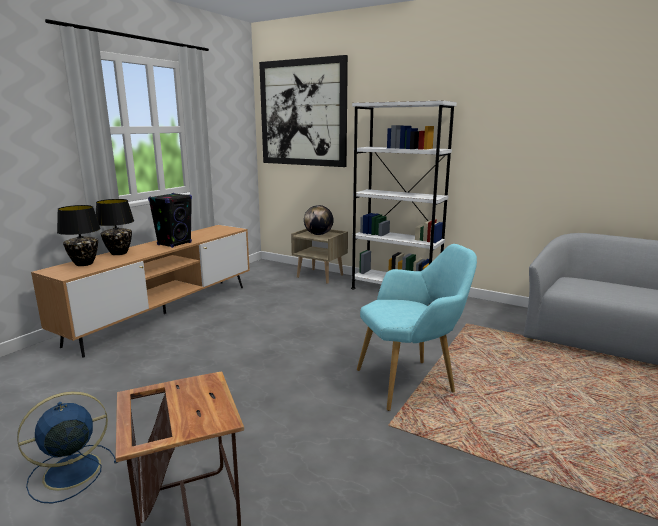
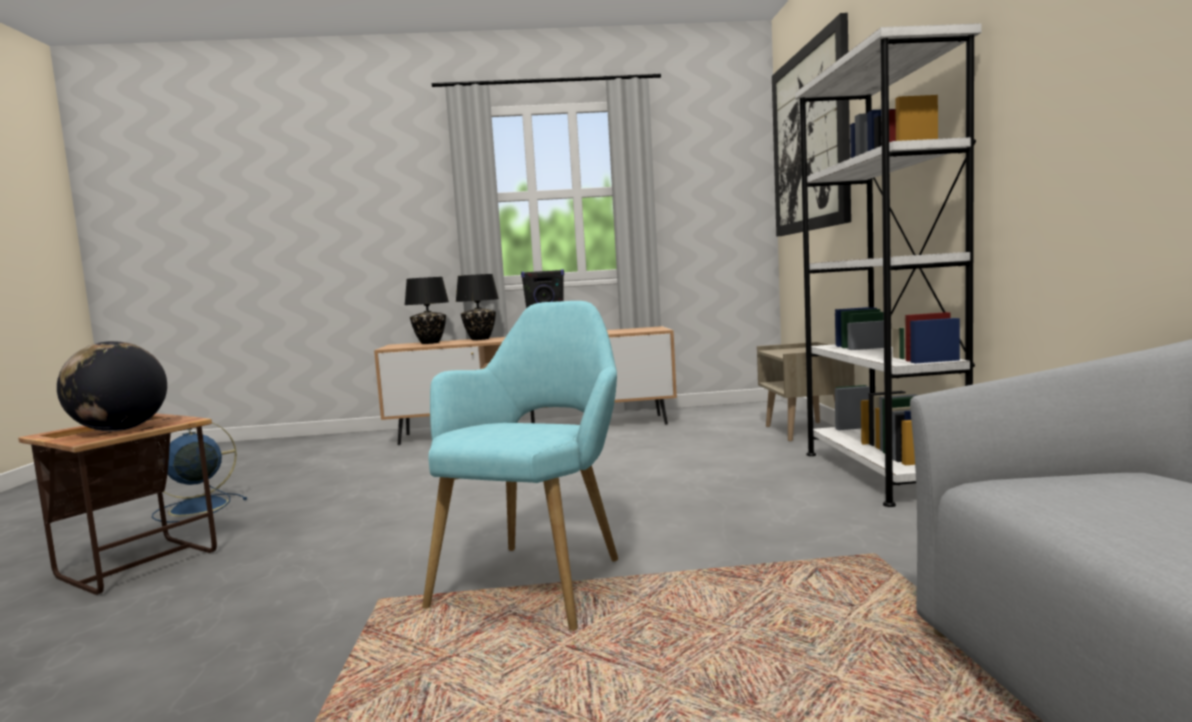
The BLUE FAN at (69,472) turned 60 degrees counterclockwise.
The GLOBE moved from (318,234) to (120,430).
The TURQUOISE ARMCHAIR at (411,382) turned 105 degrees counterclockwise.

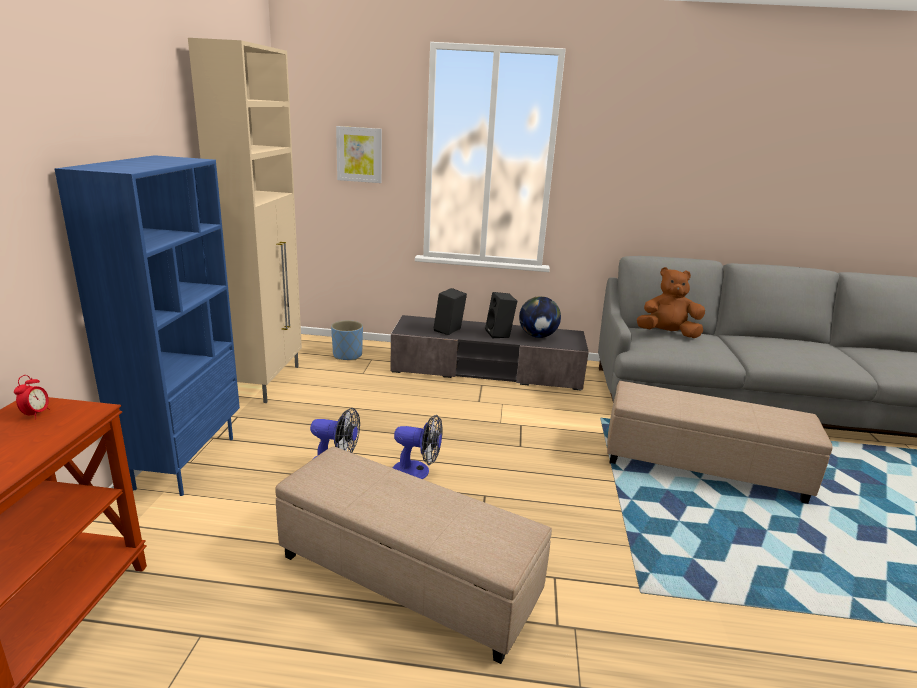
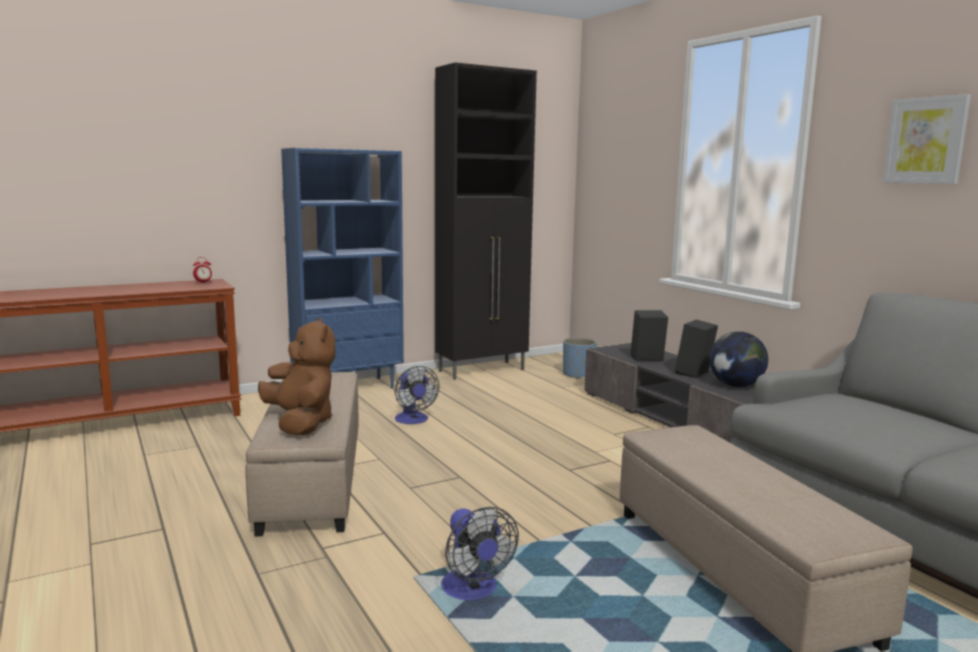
The BEIGE CABINET at (267,381) became the BLACK CABINET at (483,370).
The PICTURE moved from (359,154) to (926,141).
The FAN moved from (417,472) to (473,591).
The BROWN PLUSH TOY moved from (667,334) to (301,423).

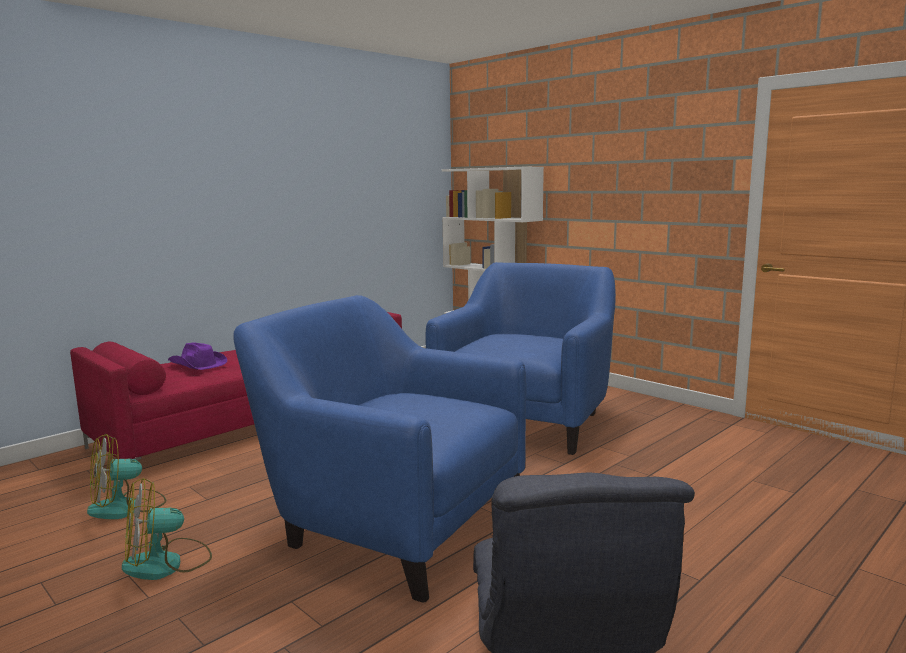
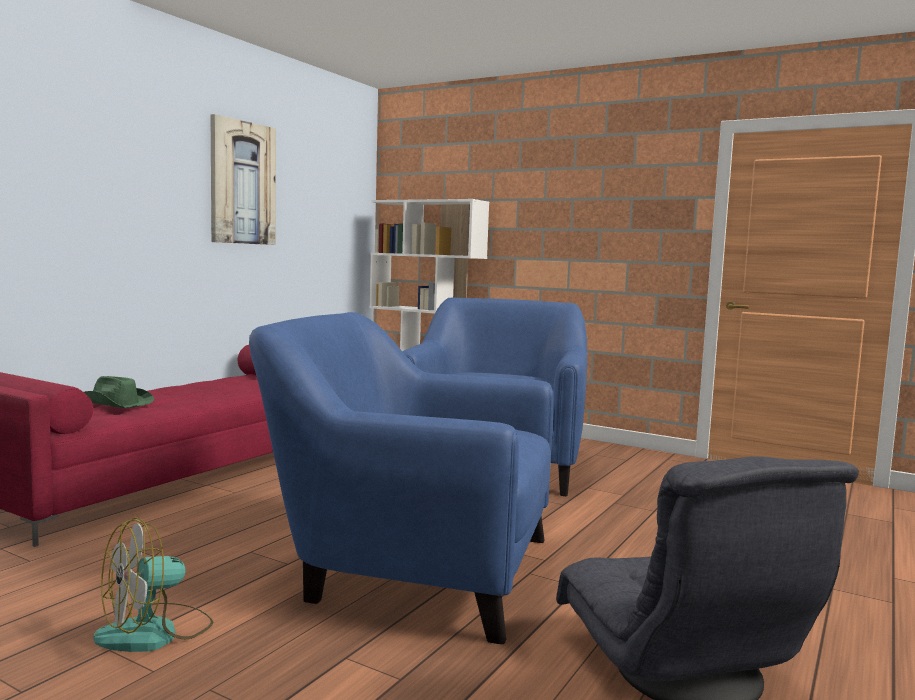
The FAN at (127,507) disappeared.
The PURPLE HAT at (197,364) became the GREEN HAT at (114,403).
The PICTURE at (242,183) appeared.

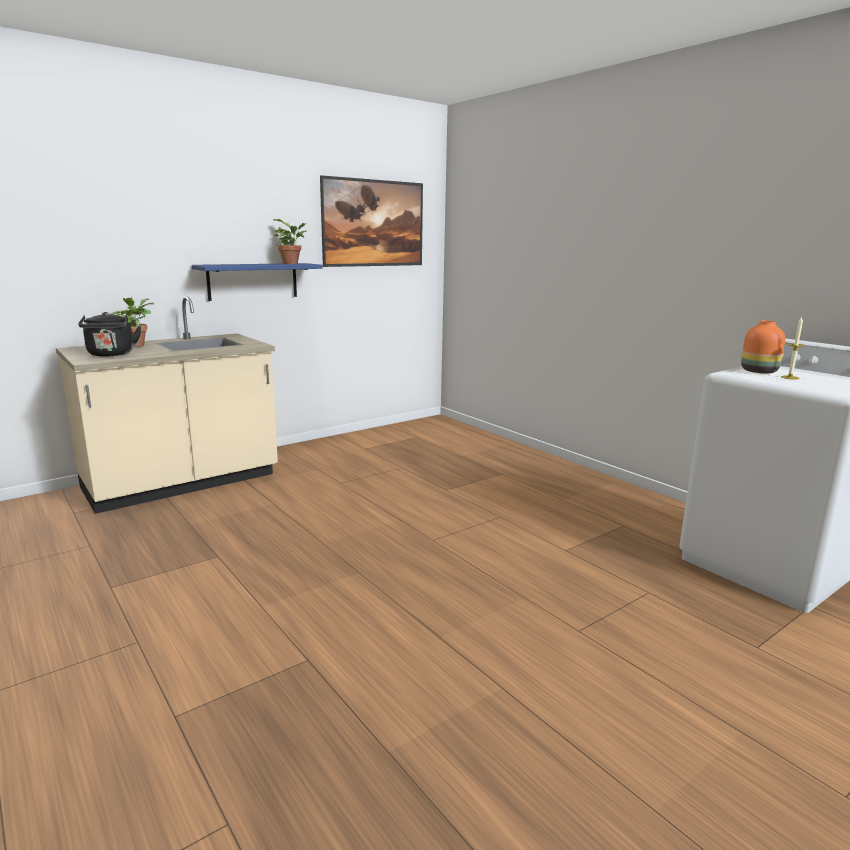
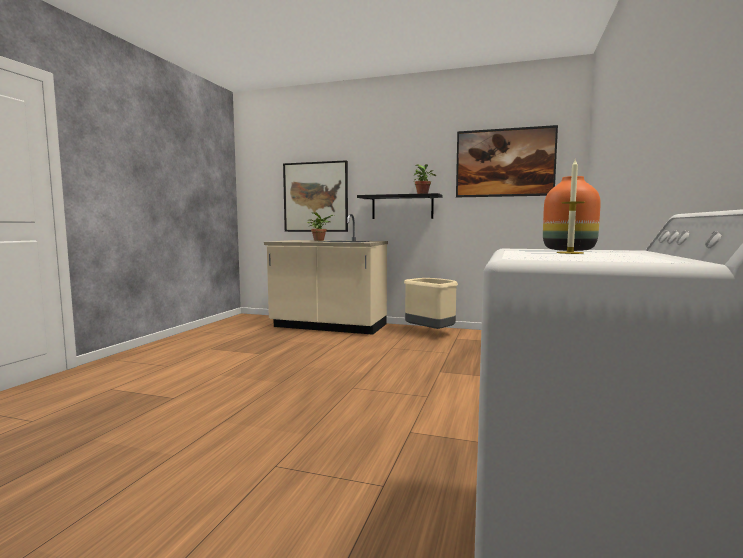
The BLACK KETTLE at (111,354) disappeared.
The BLUE SHELF at (253,281) became the BLACK SHELF at (402,207).
The PICTURE at (315,197) appeared.
The BEIGE TRASH CAN at (430,333) appeared.

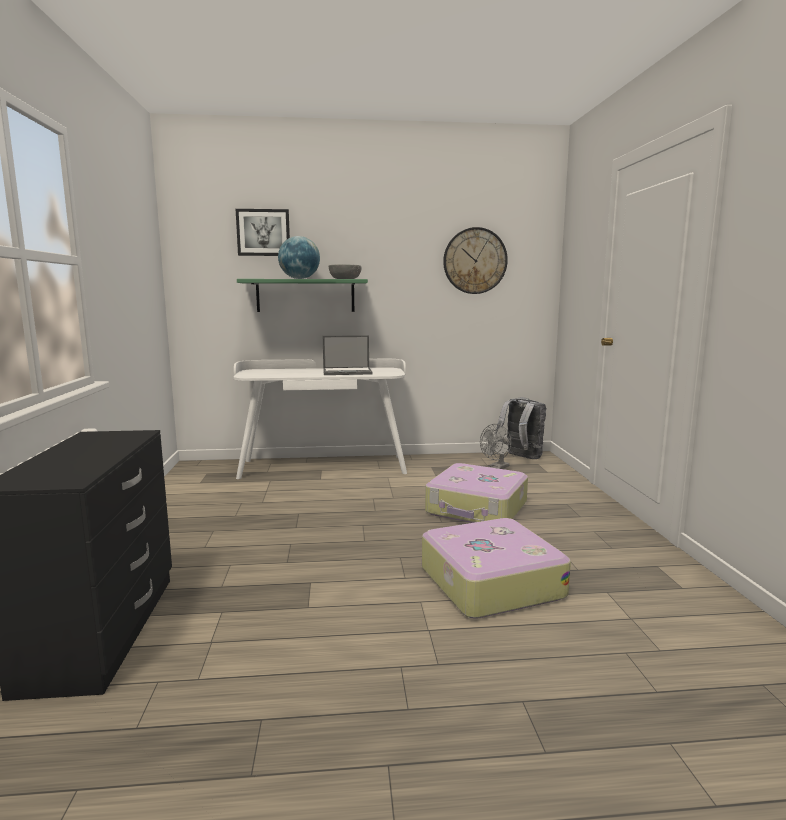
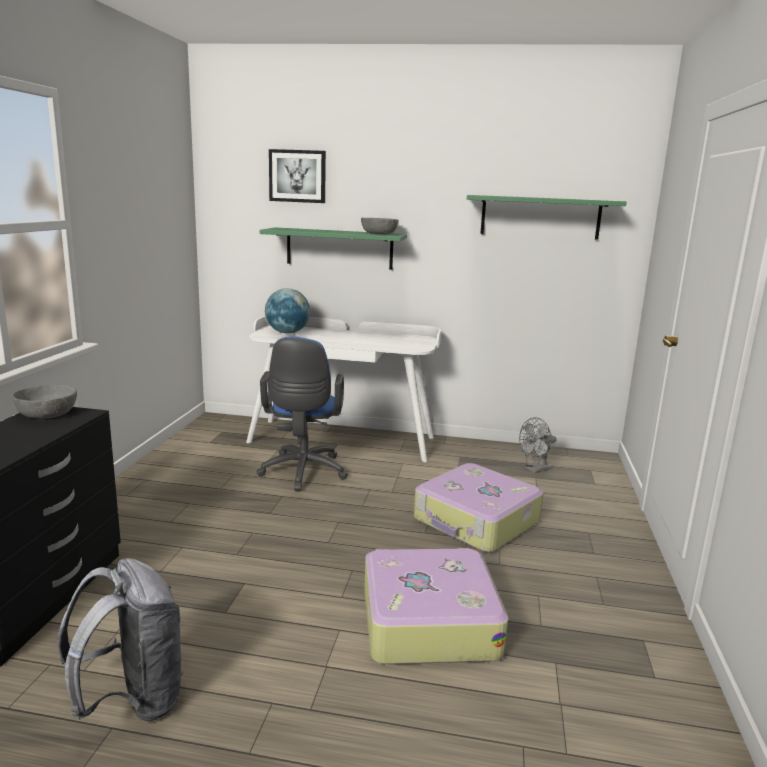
The GLOBE moved from (299,279) to (287,333).
The LAPTOP at (348,372) disappeared.
The WALL CLOCK at (475,261) was replaced by the GREEN SHELF at (540,217).
The GREY BACKPACK moved from (520,457) to (132,700).
The GREY BOWL at (47,414) appeared.
The BLUE OFFICE CHAIR at (302,473) appeared.

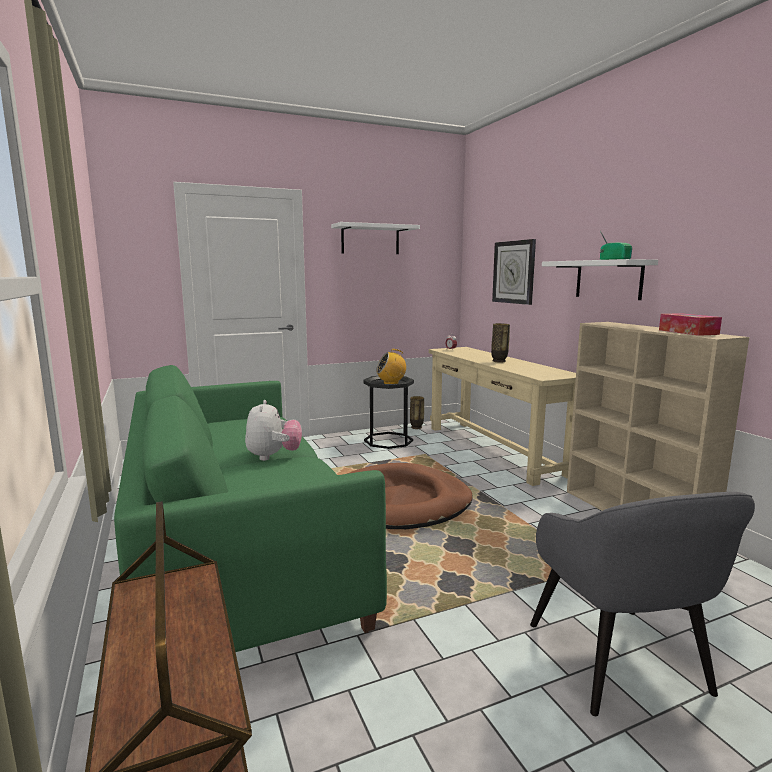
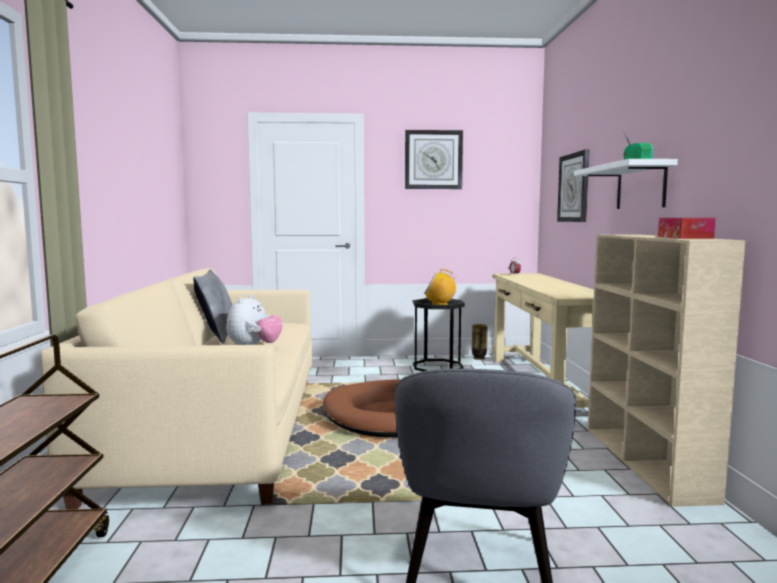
The GREEN SOFA at (237,547) became the BEIGE SOFA at (220,429).
The WHITE SHELF at (370,239) was replaced by the WALL CLOCK at (433,160).
The VASE at (499,361) disappeared.
The GREY PILLOW at (217,336) appeared.

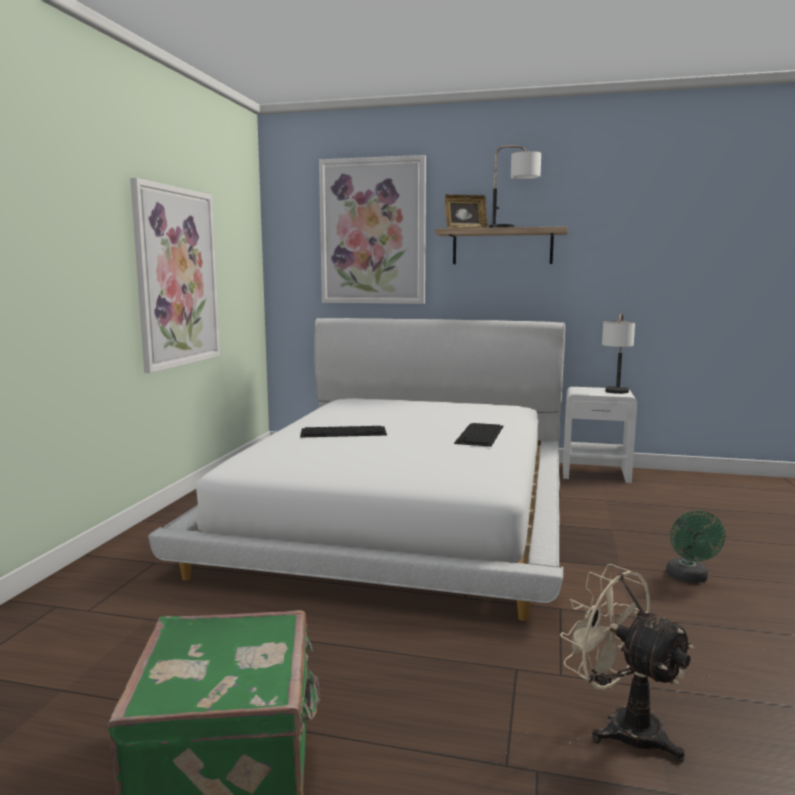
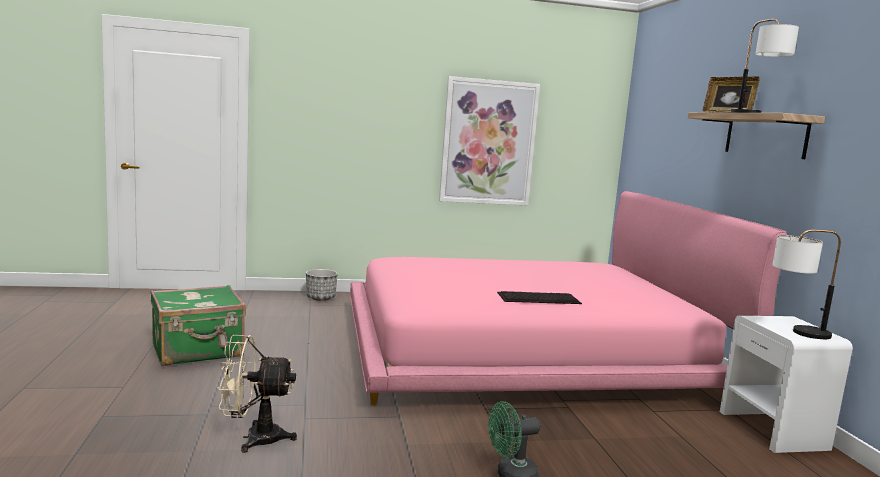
The WHITE BED at (402,509) became the PINK BED at (527,351).
The KEYBOARD at (344,432) disappeared.
The PICTURE at (372,232) disappeared.
The BEIGE FAN at (622,726) turned 120 degrees counterclockwise.
The PLANTER at (321,298) appeared.

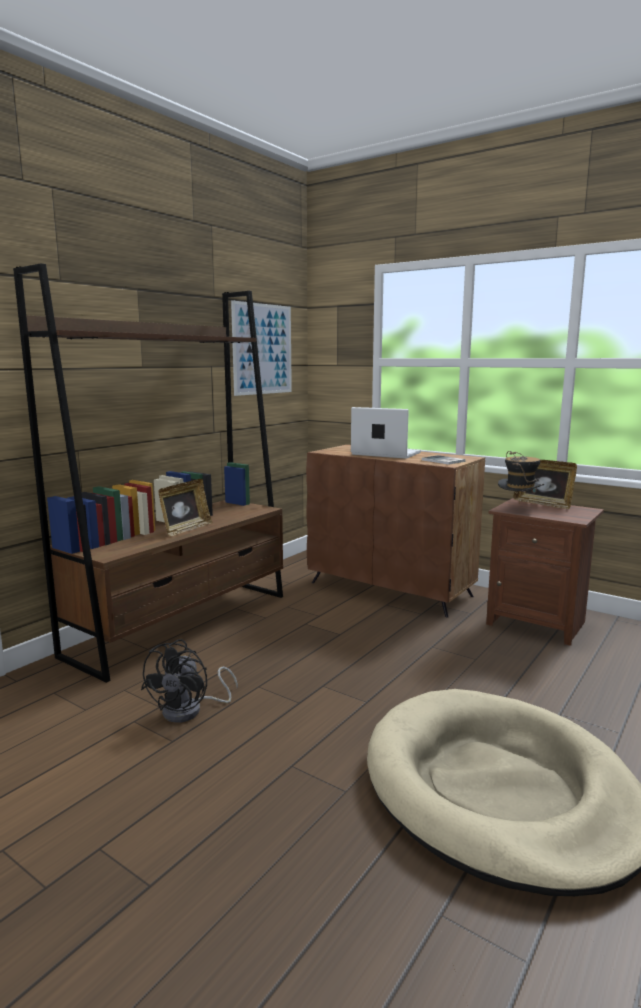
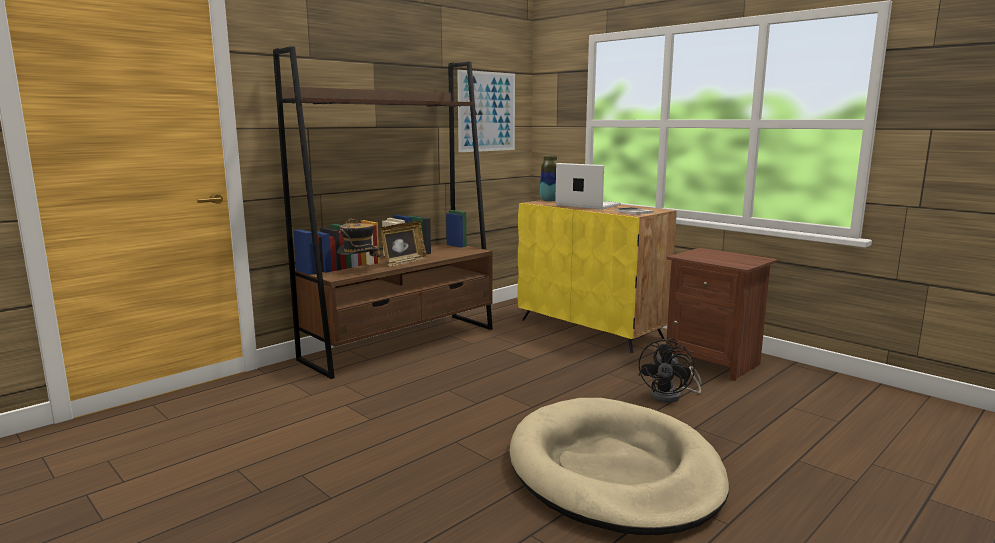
The BLACK FAN moved from (190,710) to (671,396).
The BROWN CABINET at (391,589) became the YELLOW CABINET at (591,329).
The HAT moved from (519,509) to (359,271).
The PICTURE FRAME at (543,504) disappeared.
The VASE at (549,200) appeared.

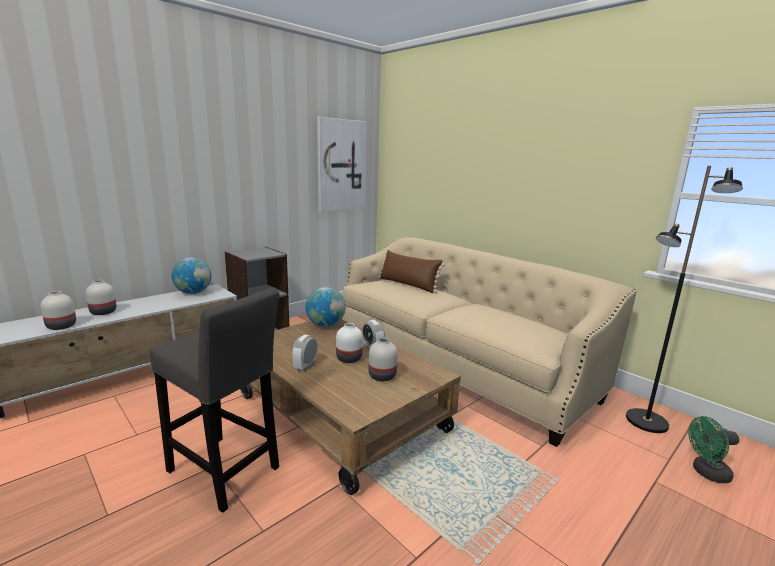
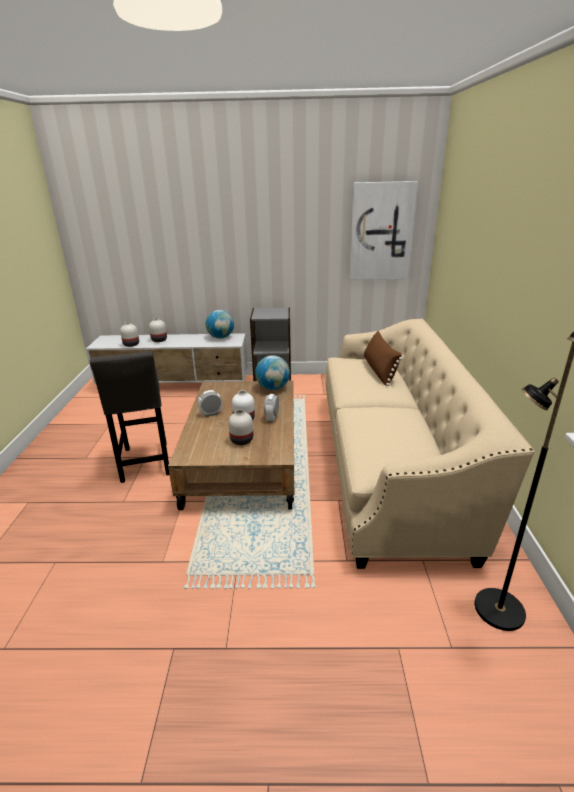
The GREEN FAN at (706,473) disappeared.

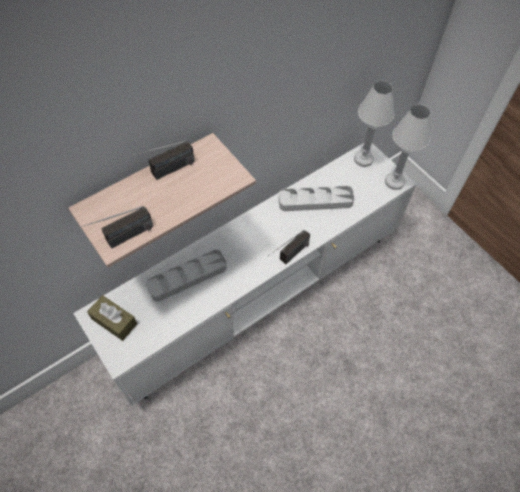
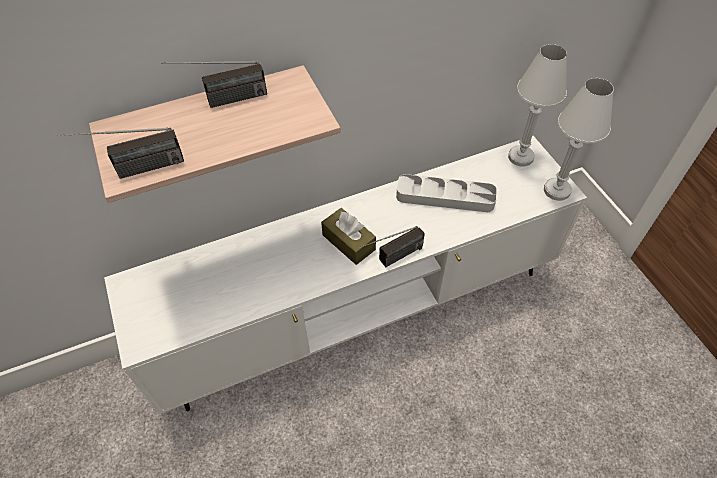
The BROWN TISSUE BOX moved from (114,321) to (348,242).
The GREY TRAY at (187,277) disappeared.

